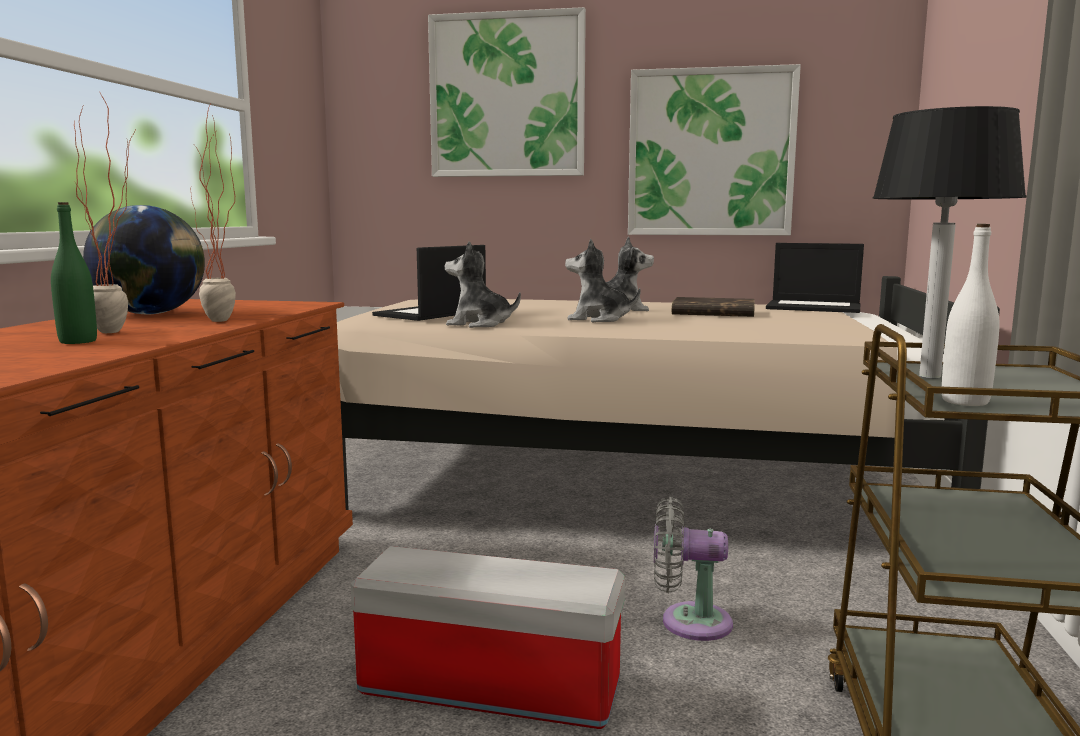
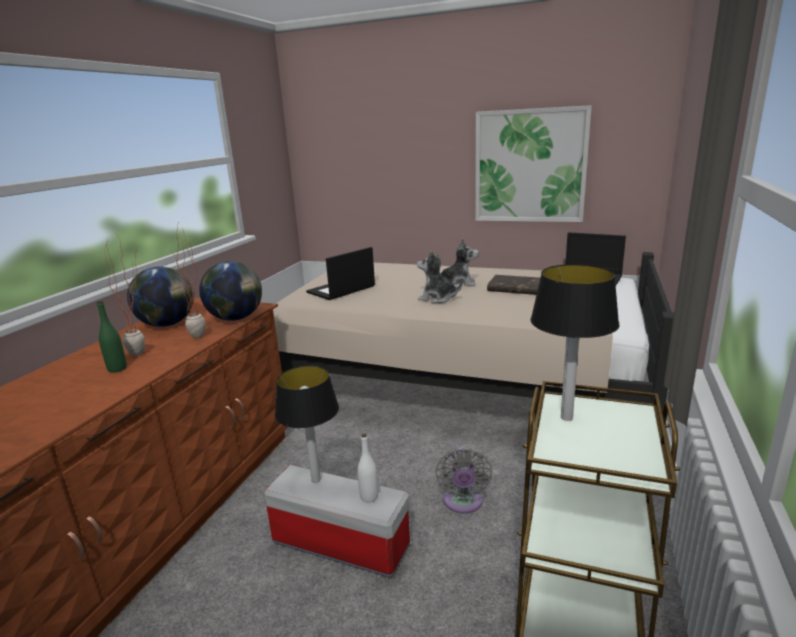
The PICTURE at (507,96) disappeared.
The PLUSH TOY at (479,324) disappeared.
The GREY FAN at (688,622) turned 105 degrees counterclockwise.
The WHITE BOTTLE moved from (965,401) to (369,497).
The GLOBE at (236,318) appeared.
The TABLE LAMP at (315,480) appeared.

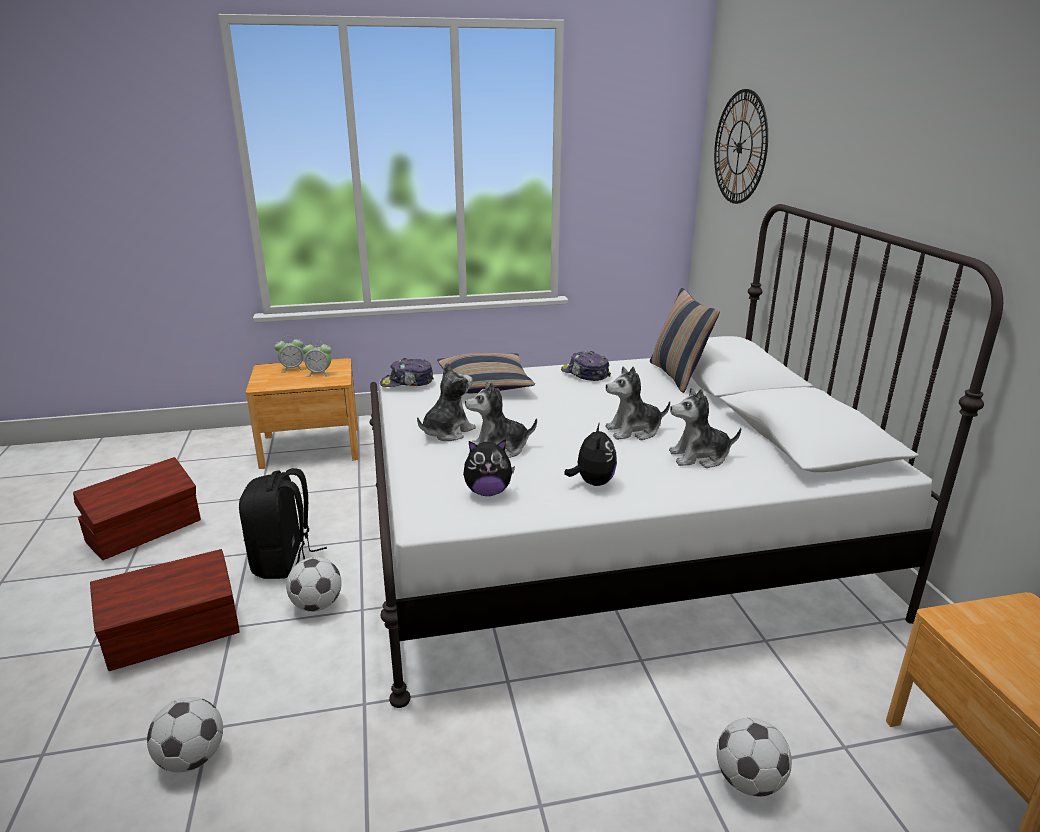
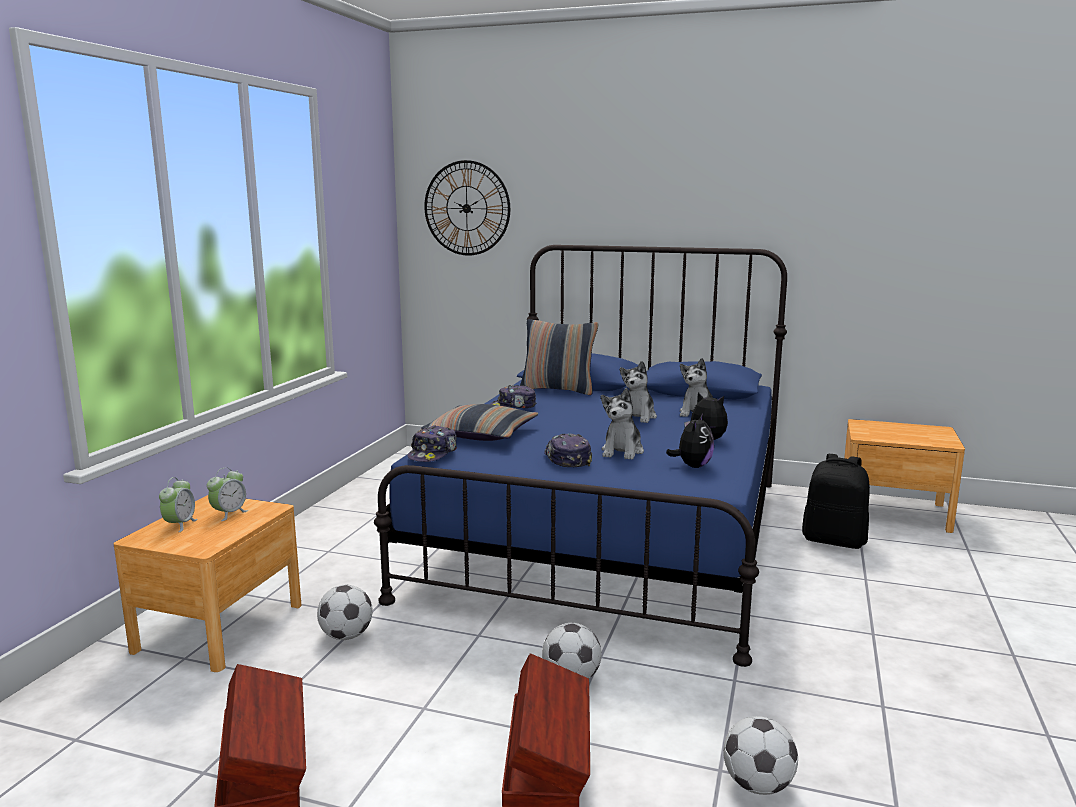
The BLACK BACKPACK moved from (284,562) to (834,540).
The WHITE BED at (609,544) became the BLUE BED at (609,535).
The PLUSH TOY at (447,432) was replaced by the CAP at (567,460).
The FOOTBALL moved from (748,781) to (346,636).

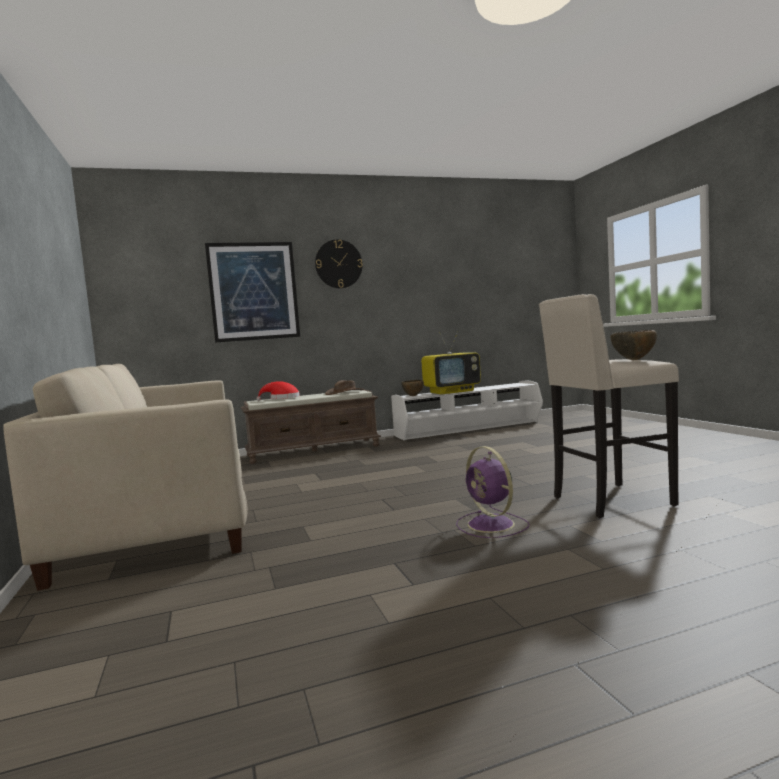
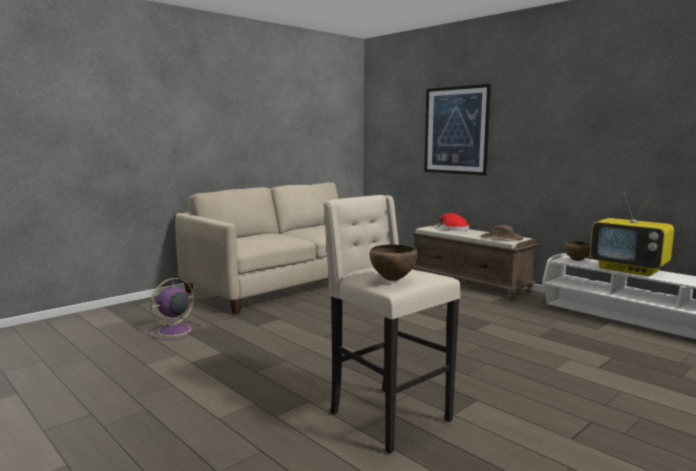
The WALL CLOCK at (338,264) disappeared.
The PURPLE FAN moved from (492,525) to (173,331).

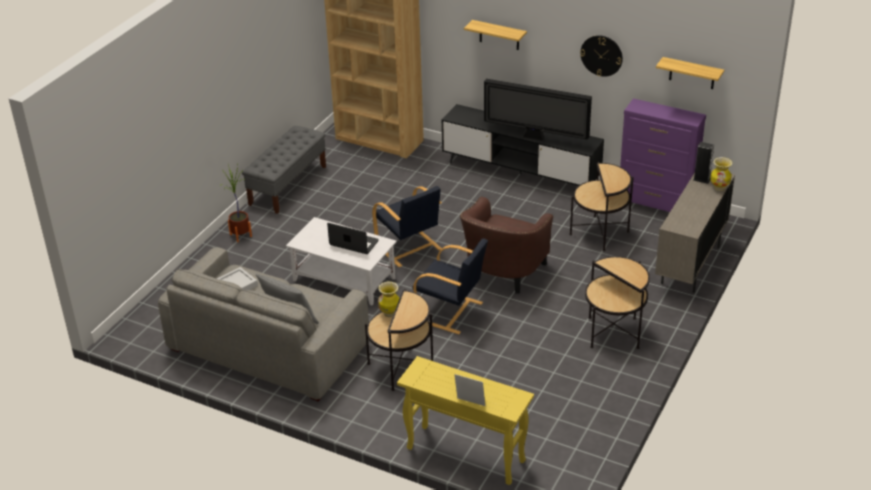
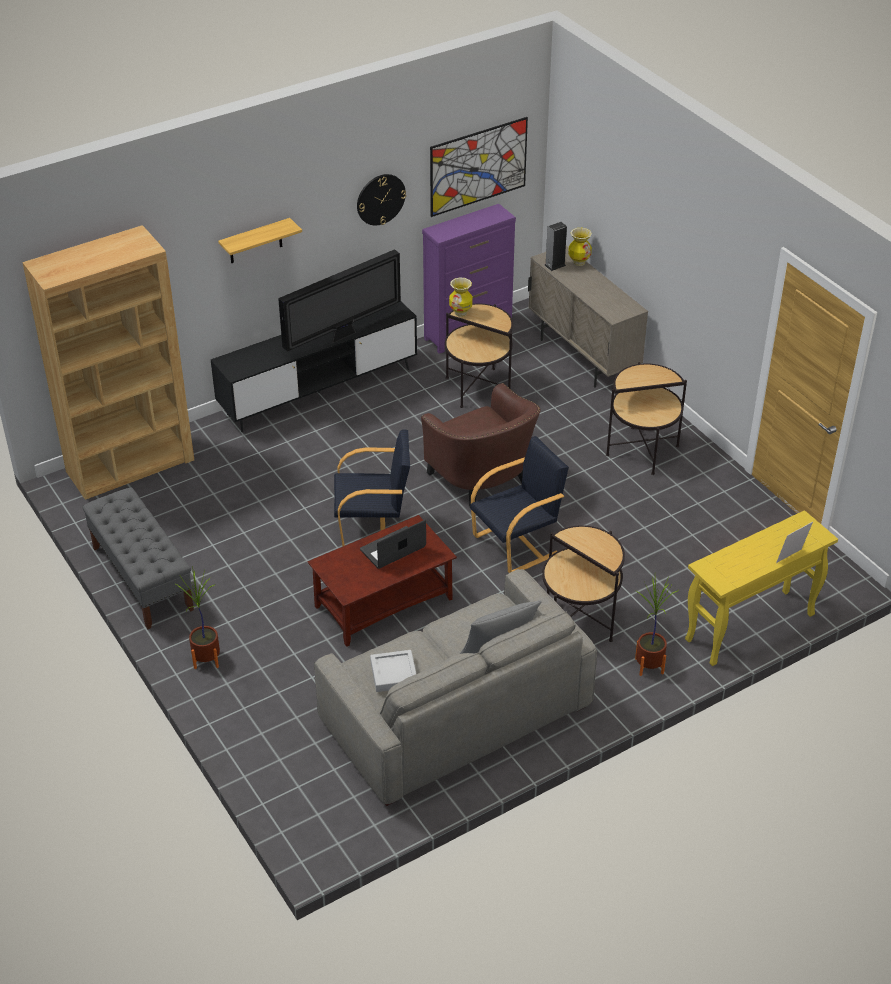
The WHITE COFFEE TABLE at (343,279) became the BROWN COFFEE TABLE at (383,603).
The VASE moved from (389,313) to (460,313).
The SHELF at (692,73) was replaced by the PICTURE at (478,166).
The POTTED PLANT at (649,666) appeared.

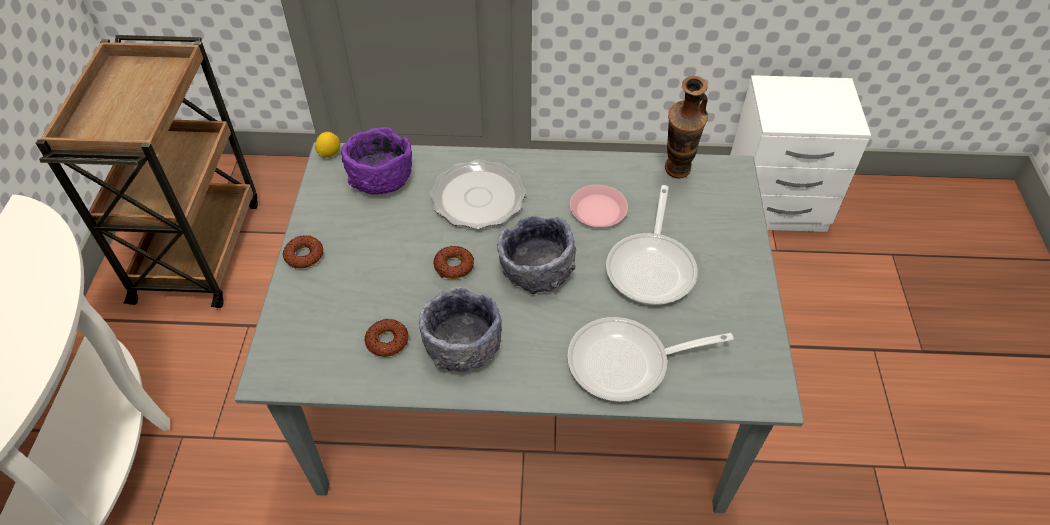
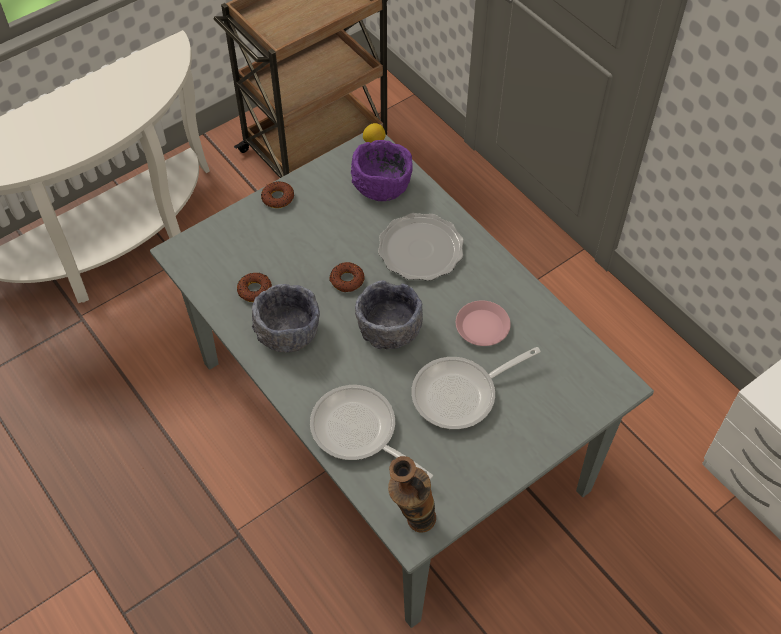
The VASE moved from (676,176) to (412,524).

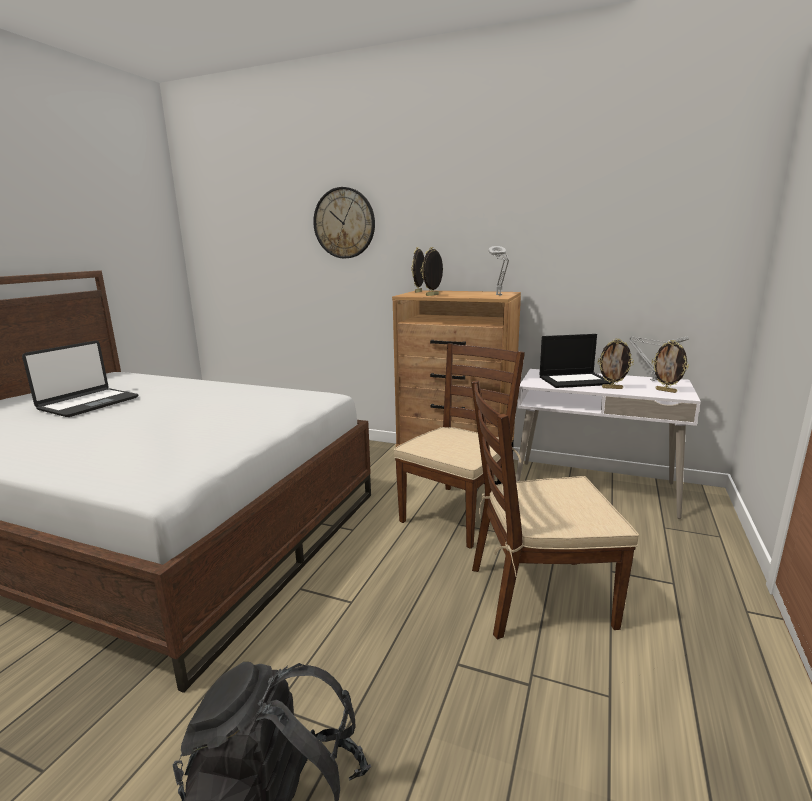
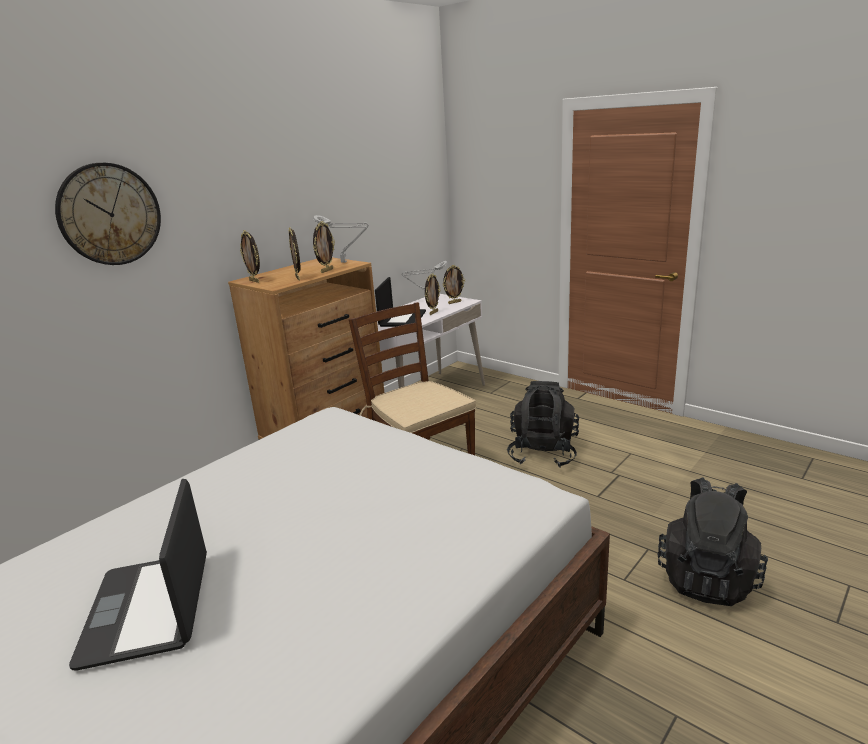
The LAPTOP at (88,403) turned 150 degrees counterclockwise.
The BROWN CHAIR at (538,596) was replaced by the BLACK BACKPACK at (543,453).
The PICTURE FRAME at (326,270) appeared.

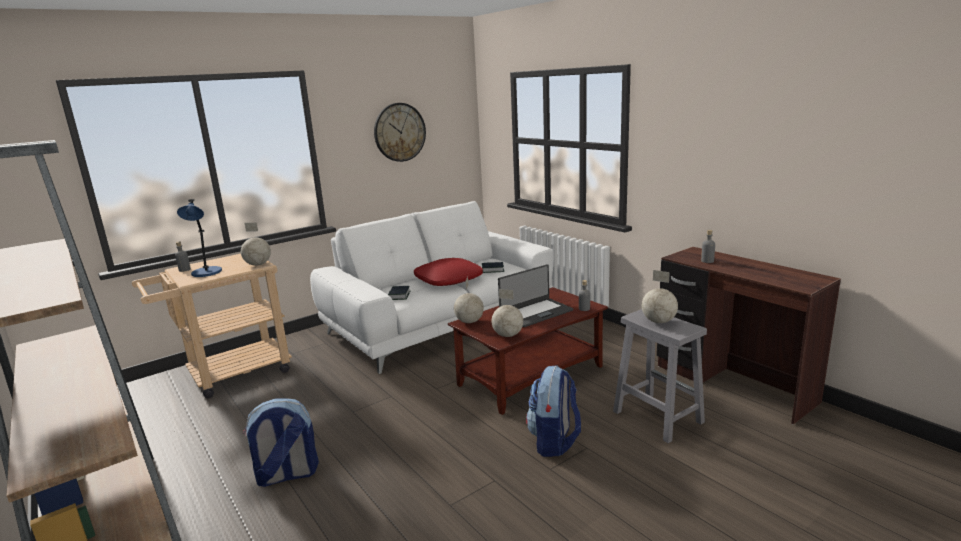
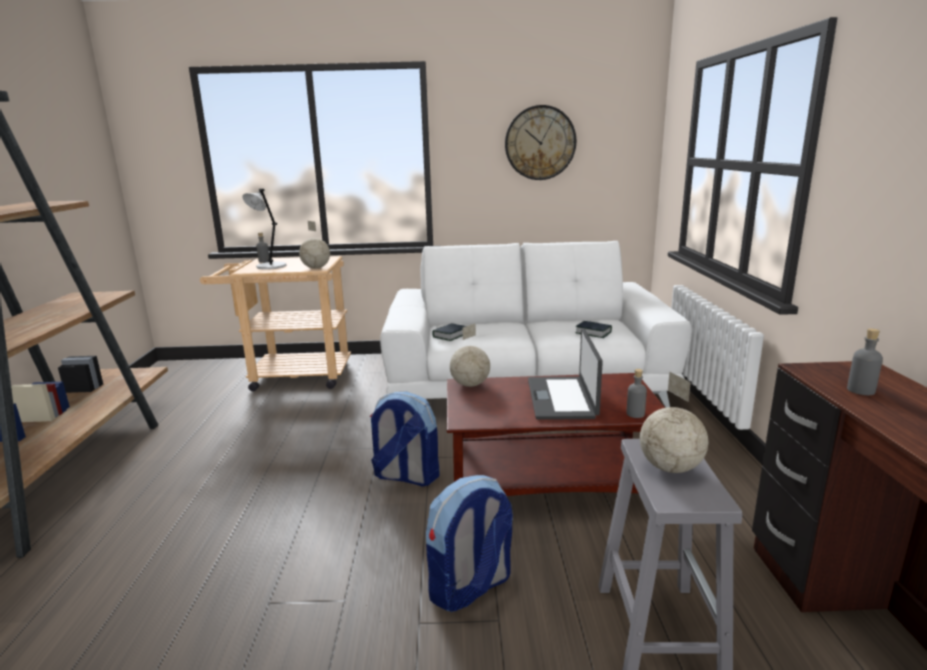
The BLUE TABLE LAMP at (206,273) became the GREY TABLE LAMP at (270,267).
The BACKPACK moved from (286,475) to (405,476).
The RED PILLOW at (448,280) disappeared.
The GLOBE at (507,335) disappeared.
The LAPTOP at (535,312) turned 90 degrees clockwise.

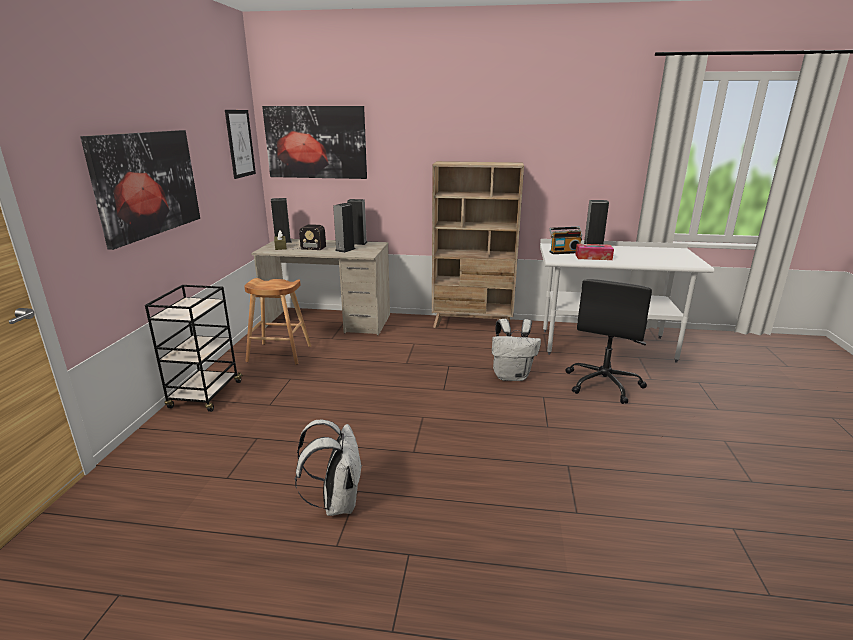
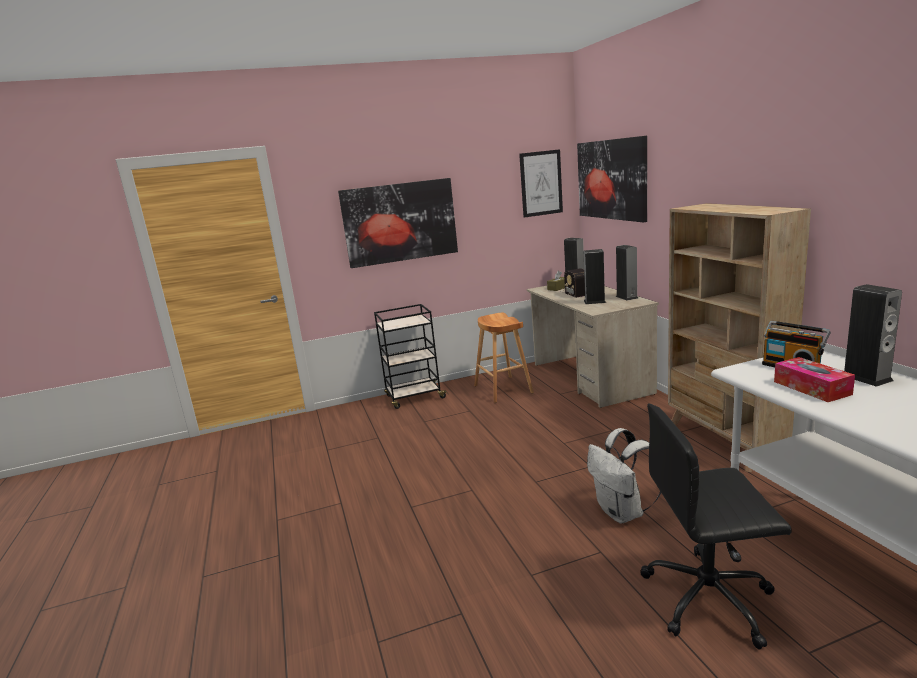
The WHITE BACKPACK at (336,502) disappeared.

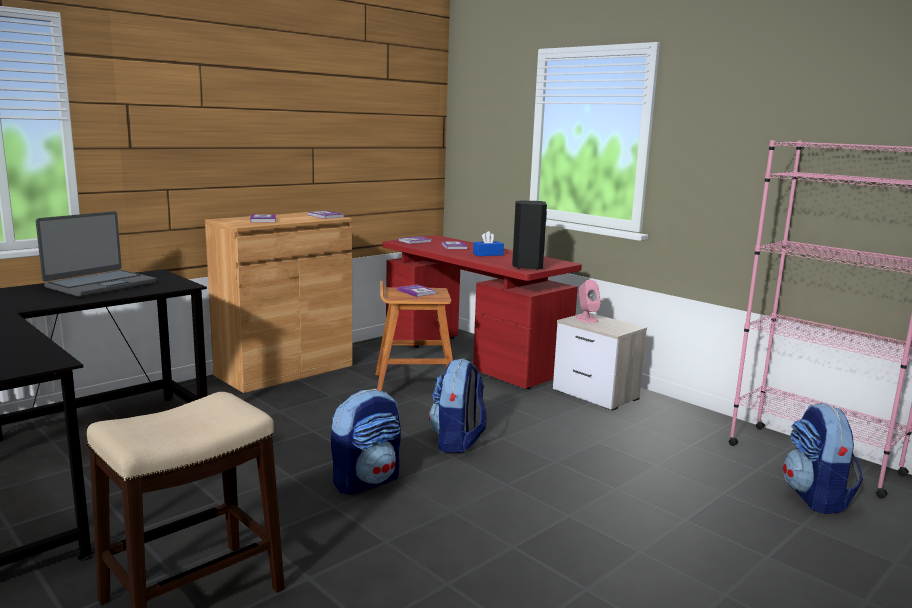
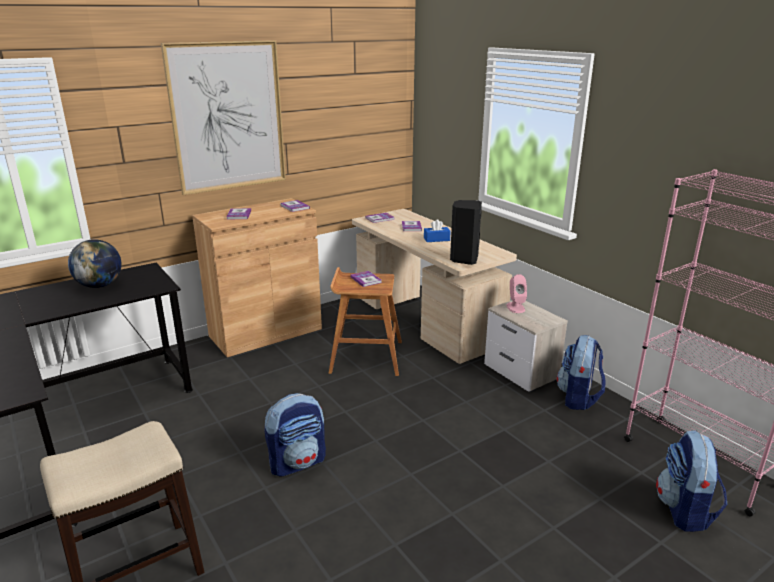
The LAPTOP at (100,285) was replaced by the GLOBE at (99,285).
The RED DESK at (472,357) became the BEIGE DESK at (425,322).
The BACKPACK moved from (457,442) to (578,398).
The PICTURE at (228,117) appeared.

